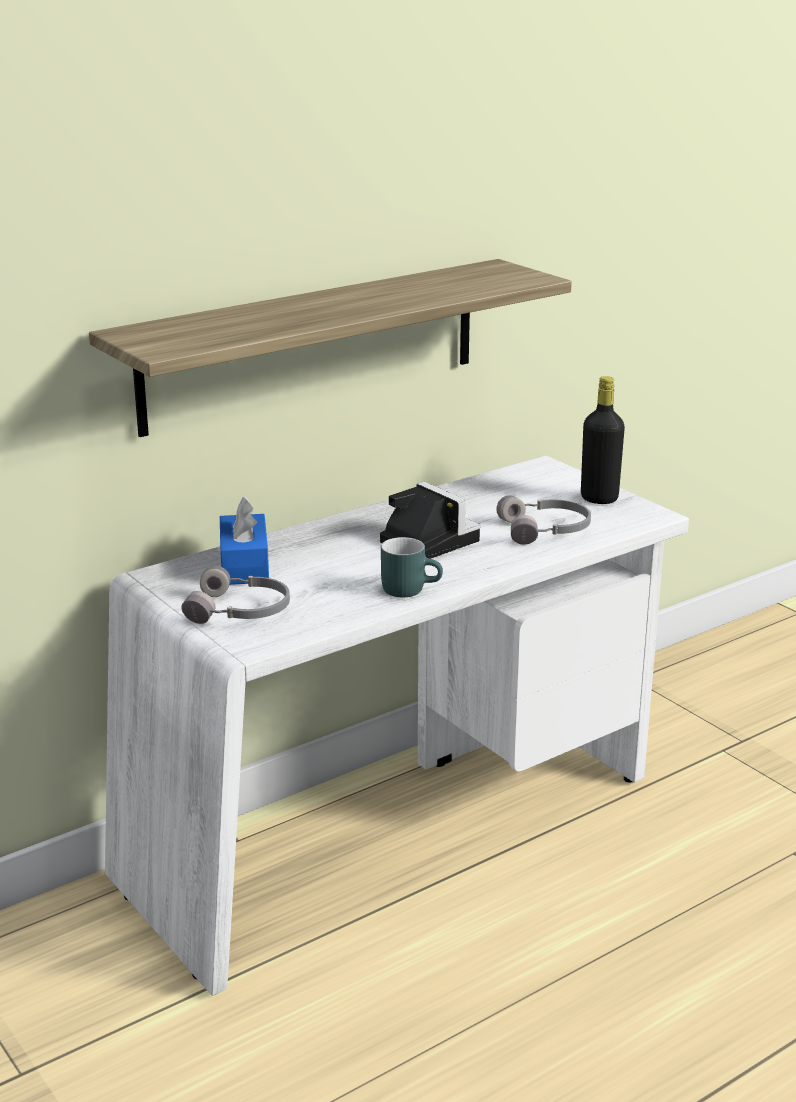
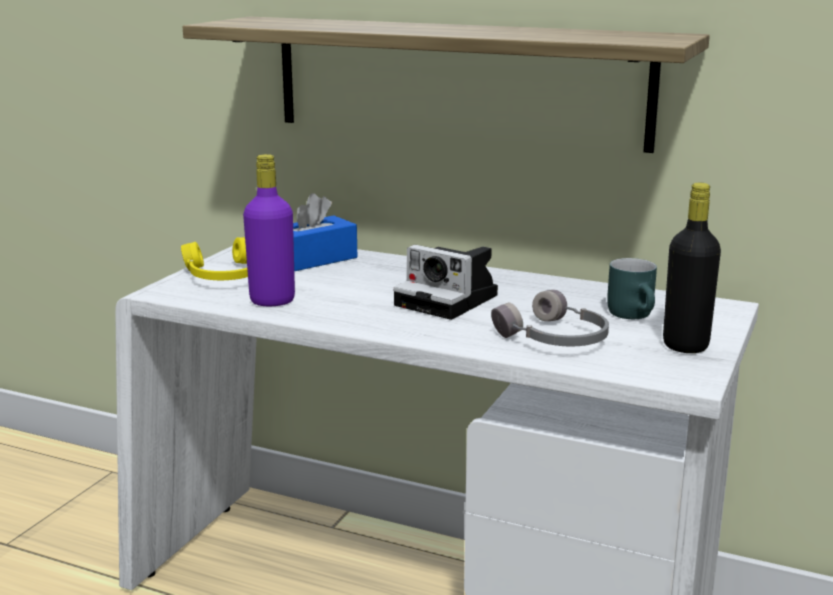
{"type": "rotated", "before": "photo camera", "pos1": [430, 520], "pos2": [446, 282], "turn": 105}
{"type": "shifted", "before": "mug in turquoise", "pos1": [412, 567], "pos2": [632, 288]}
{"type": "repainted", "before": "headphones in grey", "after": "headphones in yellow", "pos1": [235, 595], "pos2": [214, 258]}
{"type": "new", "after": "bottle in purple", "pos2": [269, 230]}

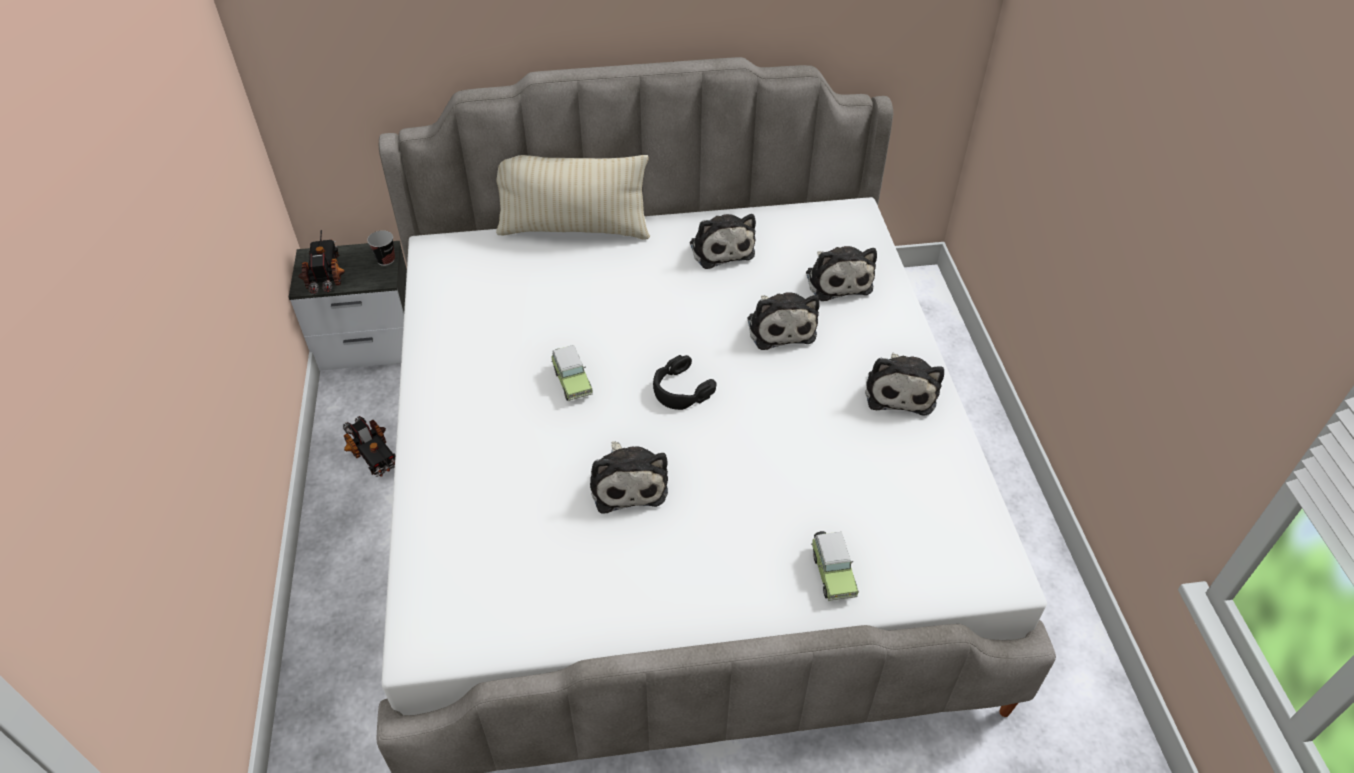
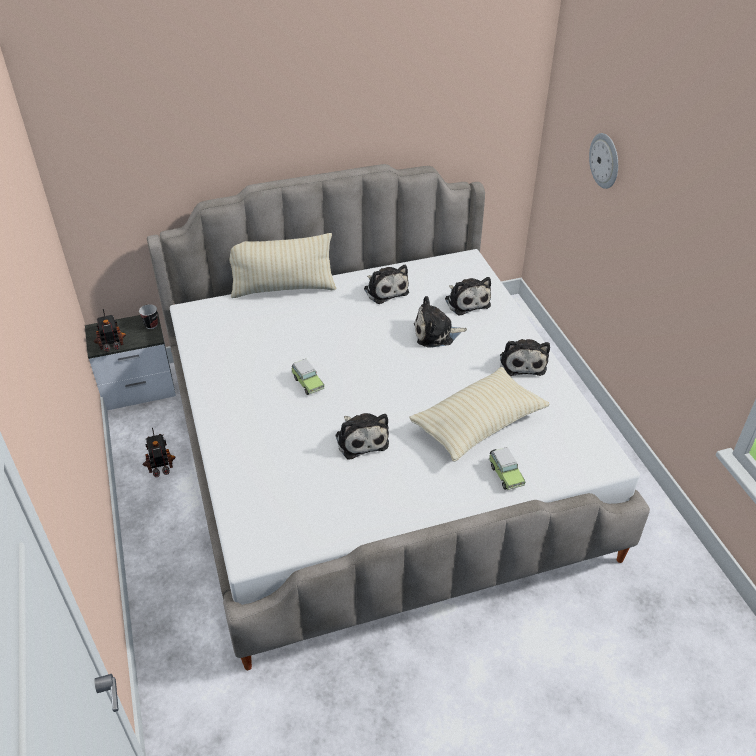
{"type": "rotated", "before": "plush toy", "pos1": [784, 321], "pos2": [440, 322], "turn": 105}
{"type": "gone", "before": "headphones in black", "pos1": [685, 382]}
{"type": "rotated", "before": "toy truck", "pos1": [369, 446], "pos2": [159, 452], "turn": -150}
{"type": "new", "after": "wall clock", "pos2": [603, 161]}
{"type": "new", "after": "pillow in beige", "pos2": [479, 414]}

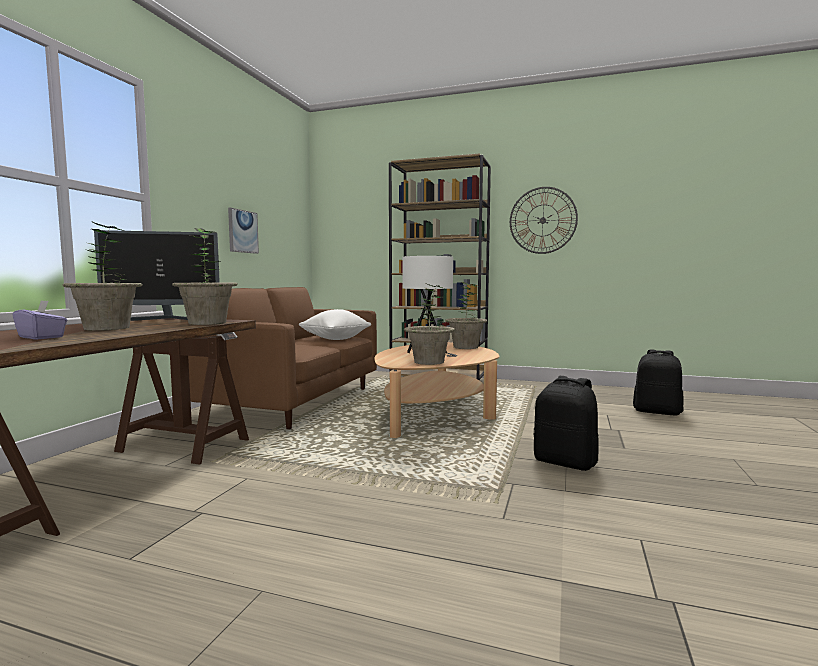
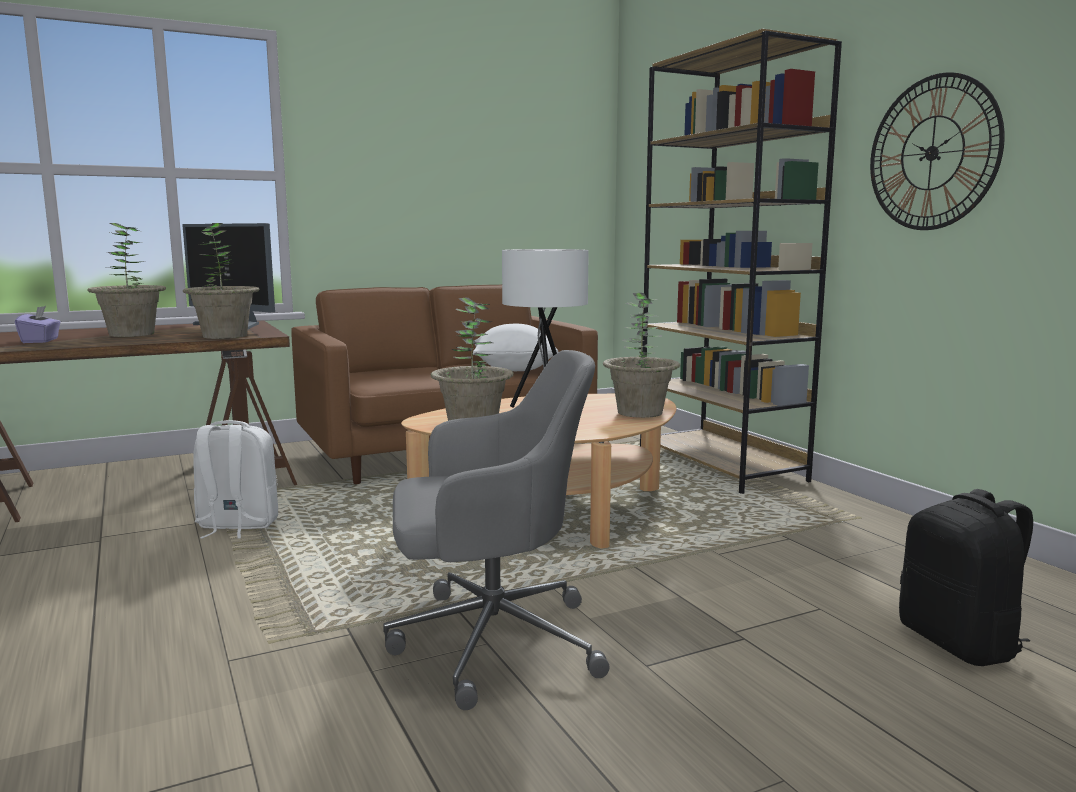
{"type": "gone", "before": "picture", "pos1": [243, 231]}
{"type": "swapped", "before": "backpack in black", "after": "office chair in grey", "pos1": [566, 423], "pos2": [496, 530]}
{"type": "new", "after": "backpack in white", "pos2": [235, 479]}

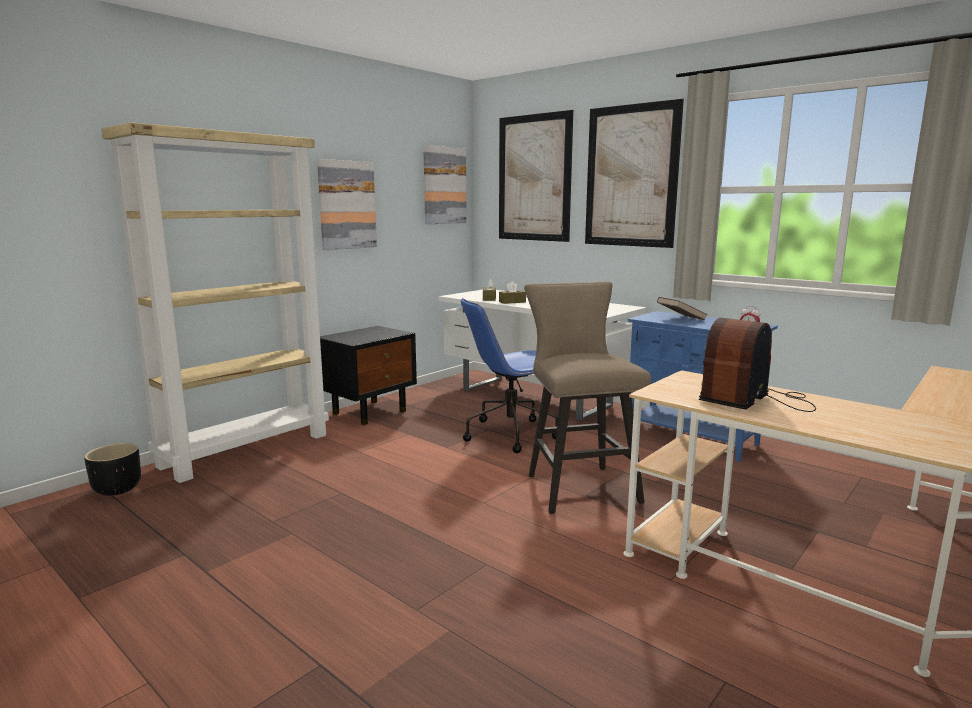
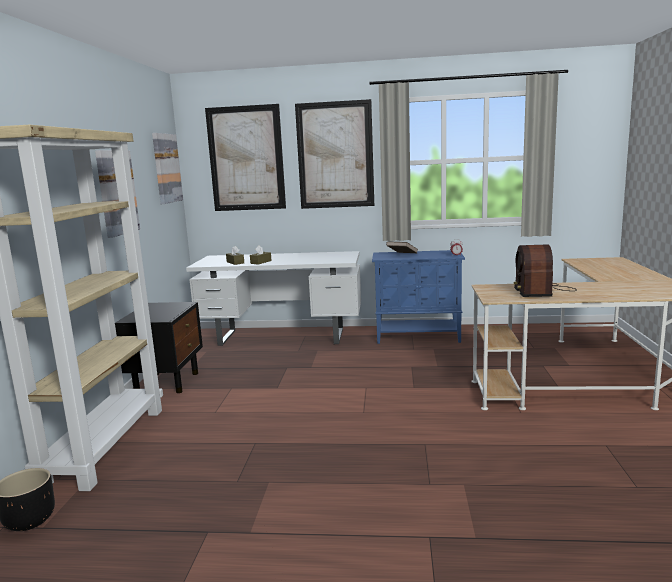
{"type": "gone", "before": "stool in beige", "pos1": [587, 398]}
{"type": "gone", "before": "office chair in blue", "pos1": [509, 375]}

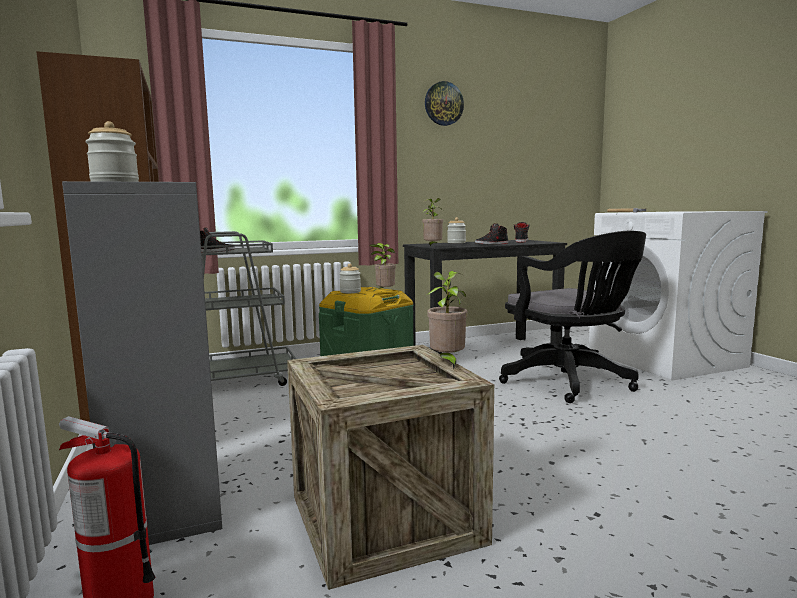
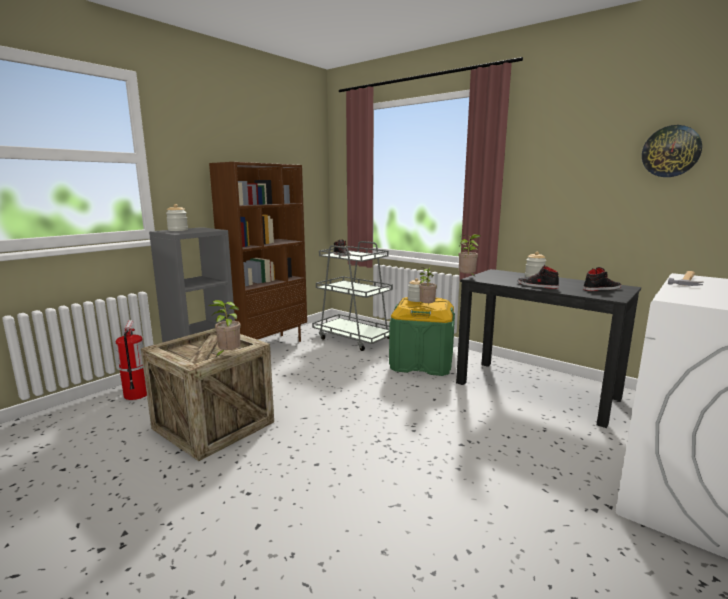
{"type": "shifted", "before": "wall clock", "pos1": [444, 103], "pos2": [672, 151]}
{"type": "gone", "before": "office chair in black", "pos1": [572, 317]}

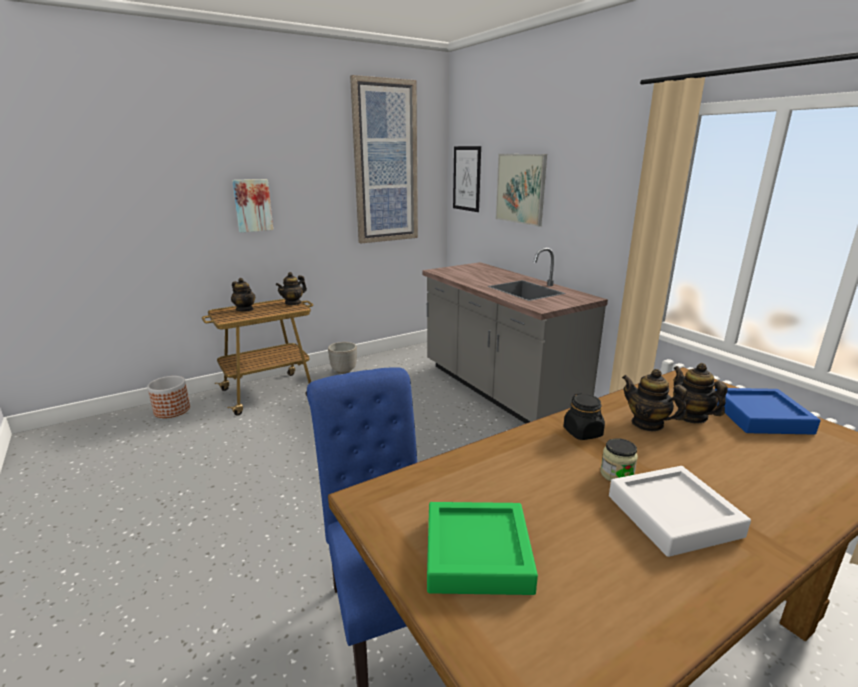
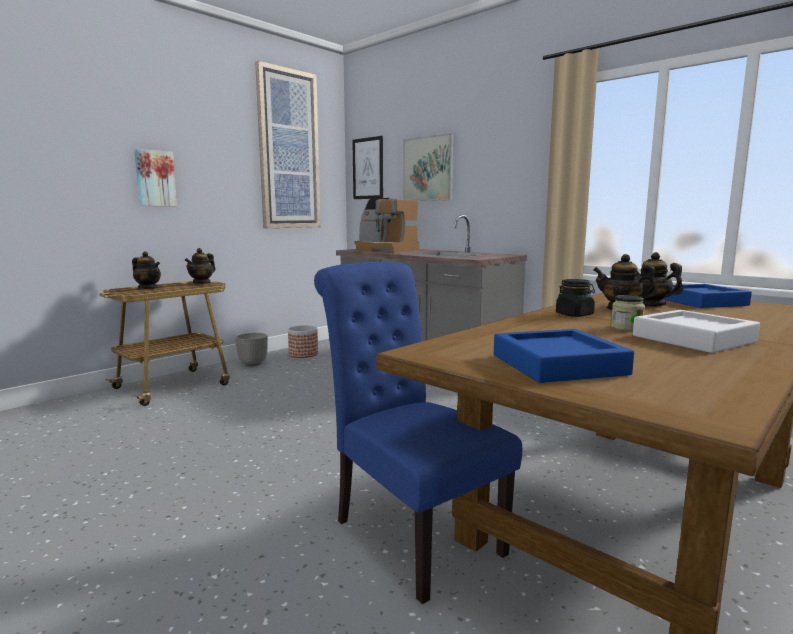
{"type": "shifted", "before": "planter", "pos1": [168, 397], "pos2": [303, 341]}
{"type": "repainted", "before": "tray in green", "after": "tray in blue", "pos1": [482, 548], "pos2": [564, 356]}
{"type": "new", "after": "coffee machine", "pos2": [387, 225]}

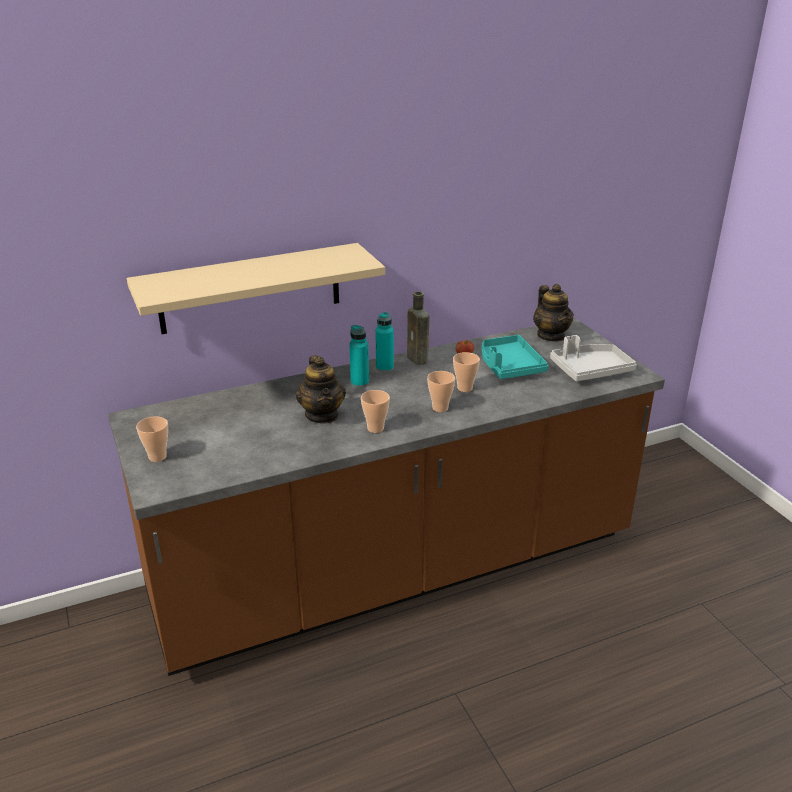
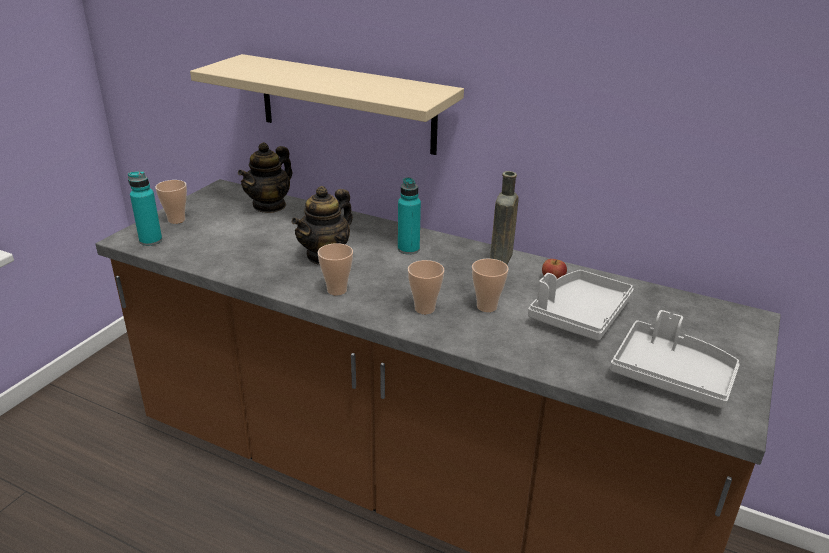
{"type": "shifted", "before": "teapot", "pos1": [553, 313], "pos2": [265, 177]}
{"type": "shifted", "before": "bottle in turquoise", "pos1": [384, 342], "pos2": [145, 208]}
{"type": "repainted", "before": "tray in turquoise", "after": "tray in grey", "pos1": [515, 357], "pos2": [581, 305]}

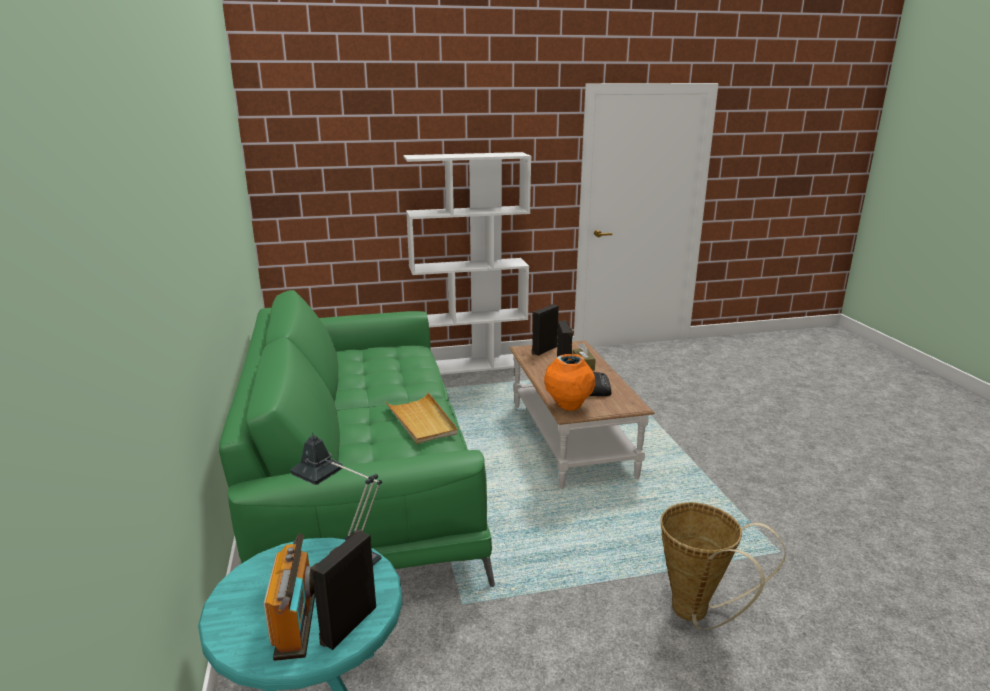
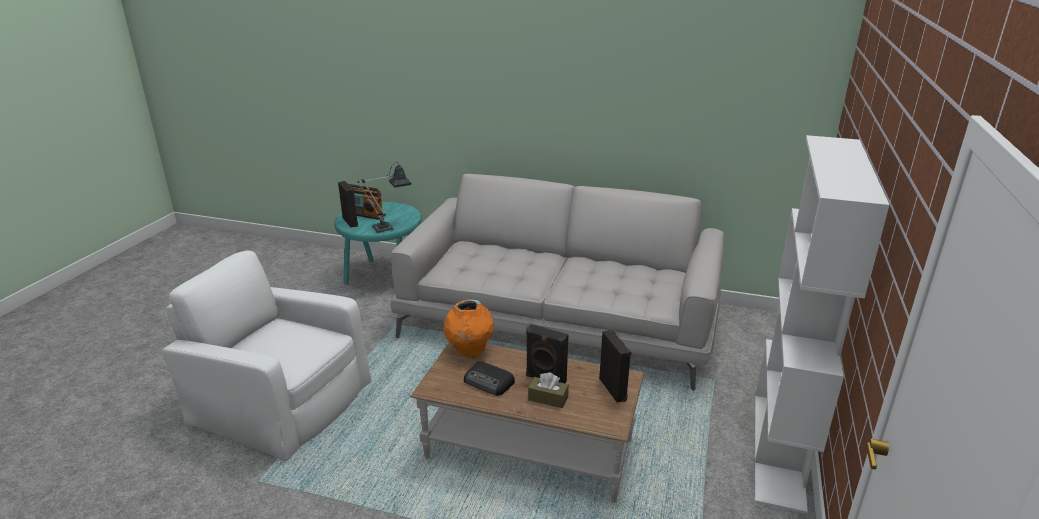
{"type": "repainted", "before": "sofa in green", "after": "sofa in grey", "pos1": [357, 438], "pos2": [557, 282]}
{"type": "gone", "before": "tray in beige", "pos1": [421, 418]}
{"type": "swapped", "before": "basket", "after": "armchair in white", "pos1": [723, 566], "pos2": [267, 356]}

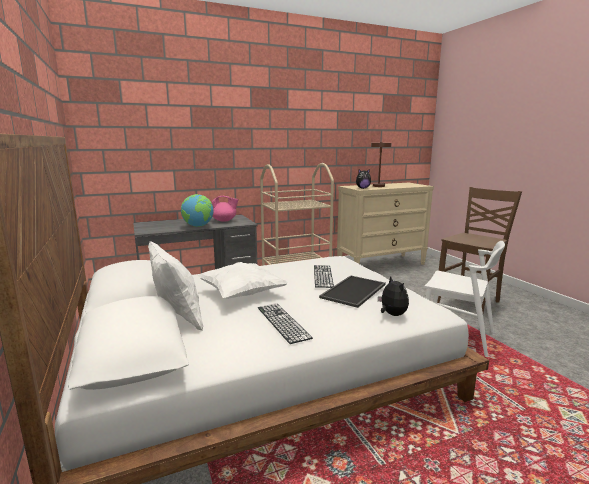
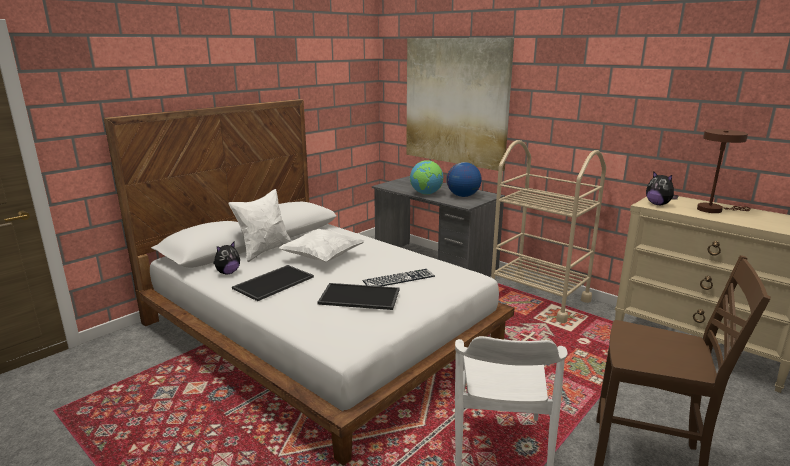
{"type": "swapped", "before": "teapot in pink", "after": "globe", "pos1": [225, 208], "pos2": [464, 179]}
{"type": "shifted", "before": "plush toy", "pos1": [393, 296], "pos2": [226, 258]}
{"type": "swapped", "before": "keyboard", "after": "tray", "pos1": [285, 323], "pos2": [273, 283]}
{"type": "new", "after": "picture", "pos2": [460, 104]}

